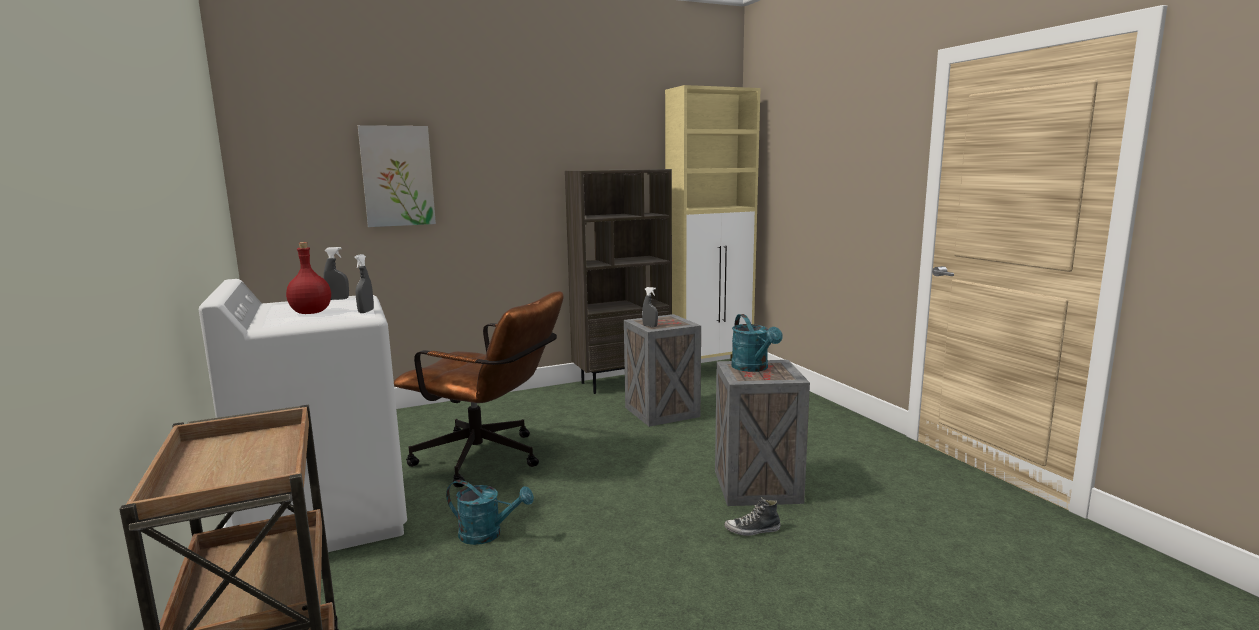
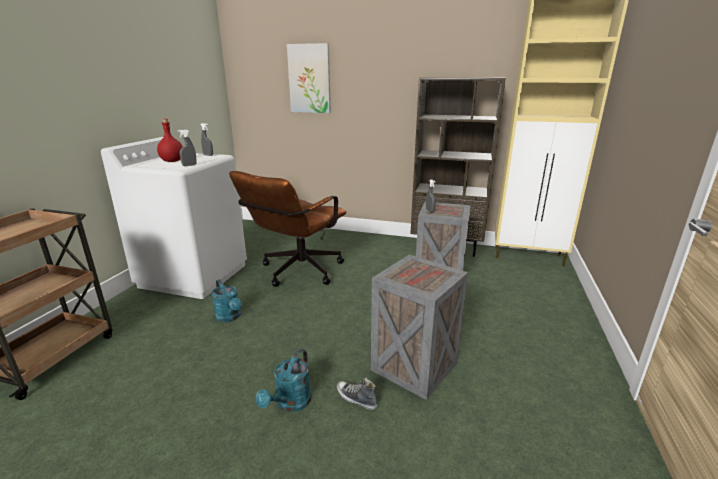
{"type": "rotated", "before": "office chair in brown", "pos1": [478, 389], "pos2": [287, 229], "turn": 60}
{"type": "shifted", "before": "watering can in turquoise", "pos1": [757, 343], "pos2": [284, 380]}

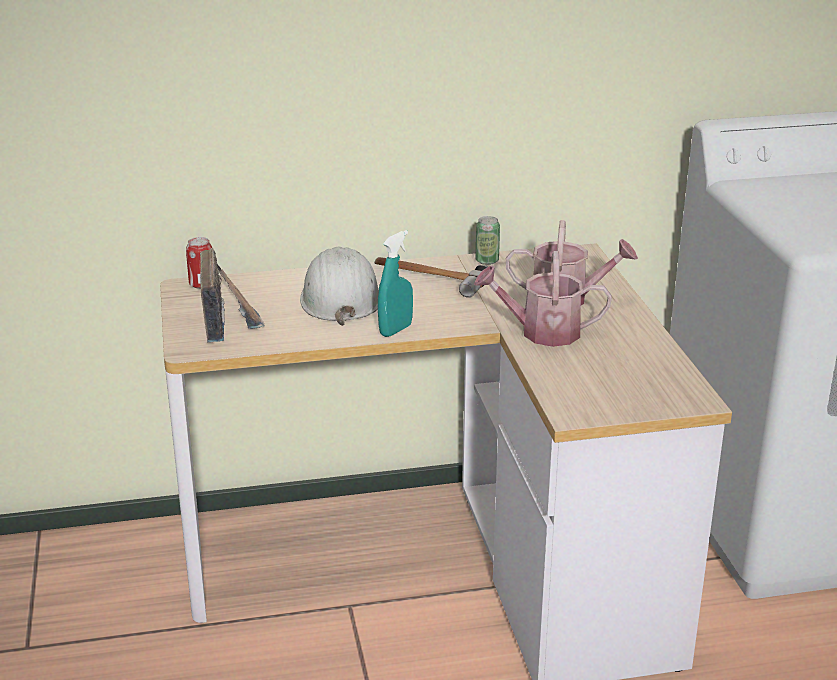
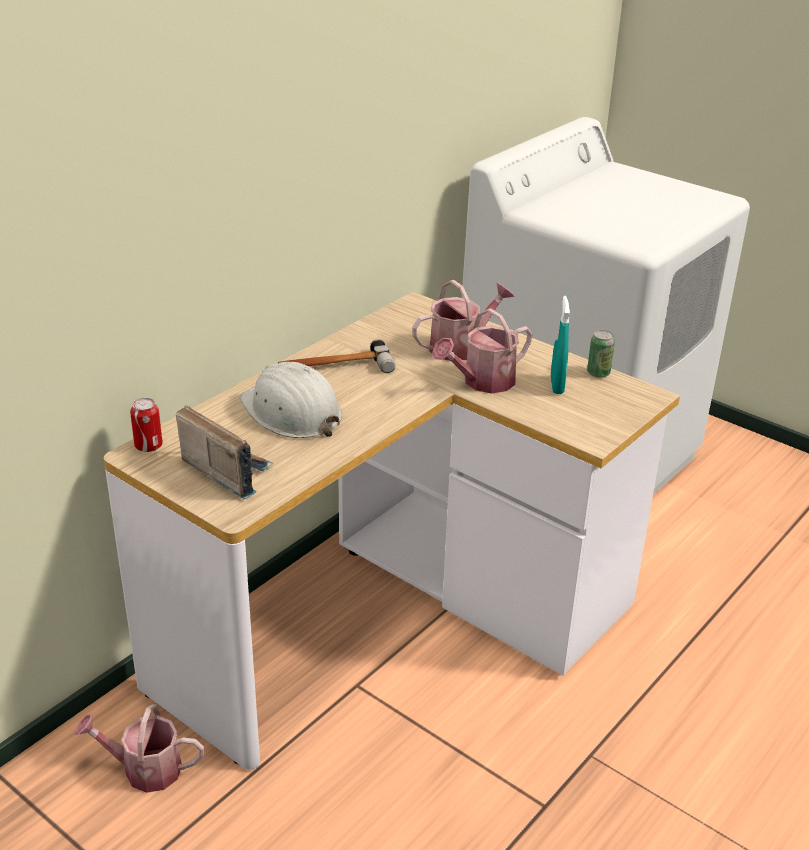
{"type": "shifted", "before": "can", "pos1": [487, 240], "pos2": [601, 354]}
{"type": "shifted", "before": "spray bottle in turquoise", "pos1": [395, 283], "pos2": [560, 345]}
{"type": "new", "after": "watering can", "pos2": [139, 748]}

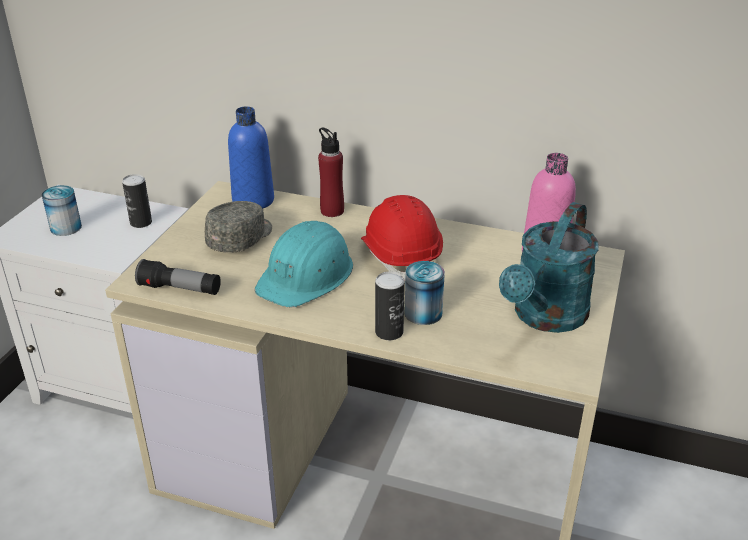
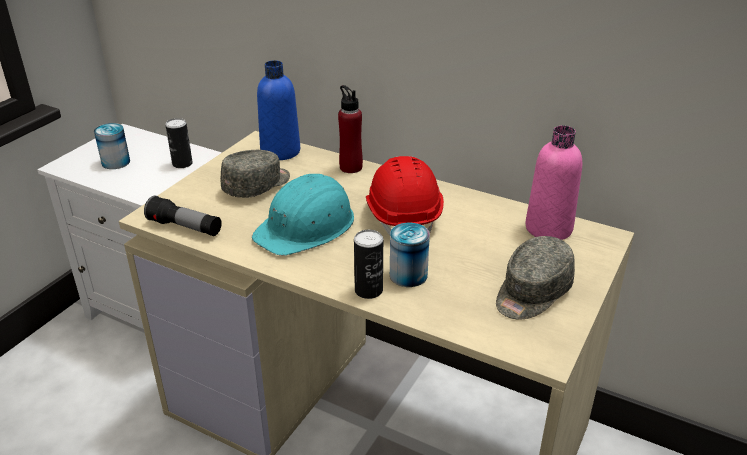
{"type": "swapped", "before": "watering can in turquoise", "after": "cap in grey", "pos1": [549, 267], "pos2": [535, 278]}

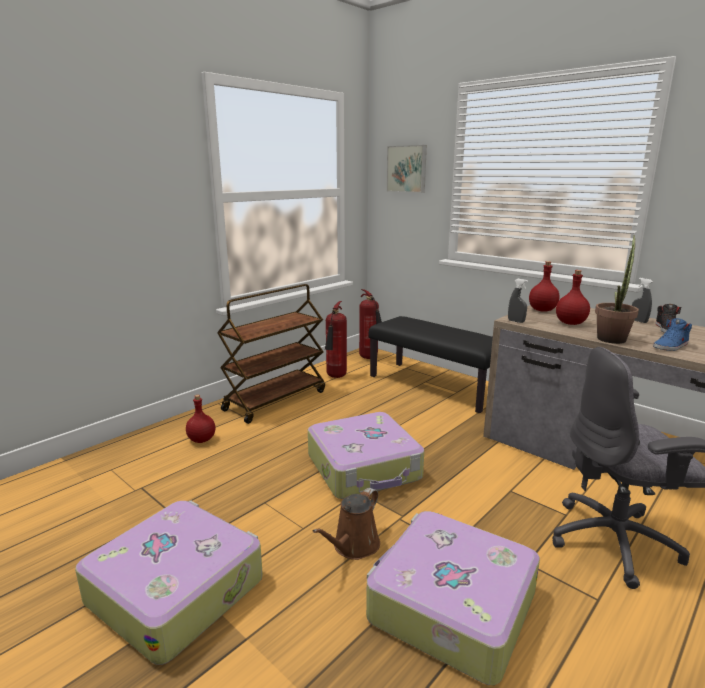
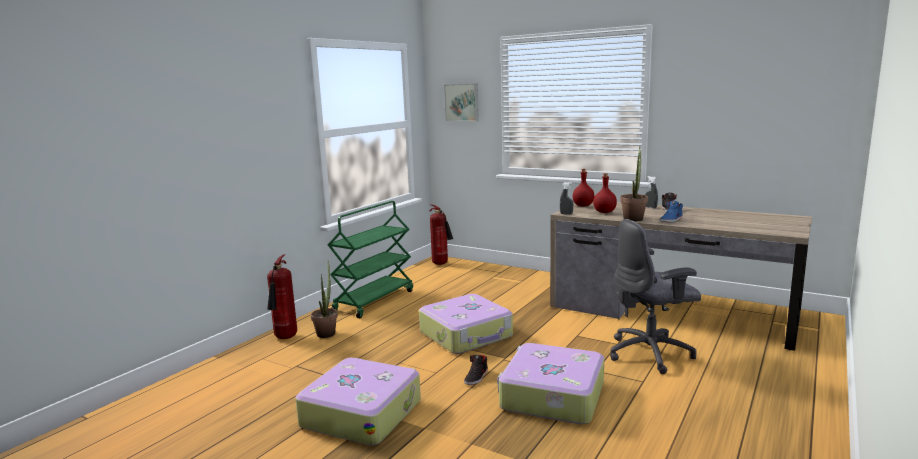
{"type": "repainted", "before": "cart in brown", "after": "cart in green", "pos1": [271, 354], "pos2": [370, 259]}
{"type": "shifted", "before": "fire extinguisher", "pos1": [336, 339], "pos2": [282, 296]}
{"type": "gone", "before": "bench in black", "pos1": [431, 364]}
{"type": "swapped", "before": "bottle in red", "after": "potted plant", "pos1": [200, 419], "pos2": [324, 299]}
{"type": "swapped", "before": "watering can in brown", "after": "shoe in black", "pos1": [346, 524], "pos2": [476, 370]}

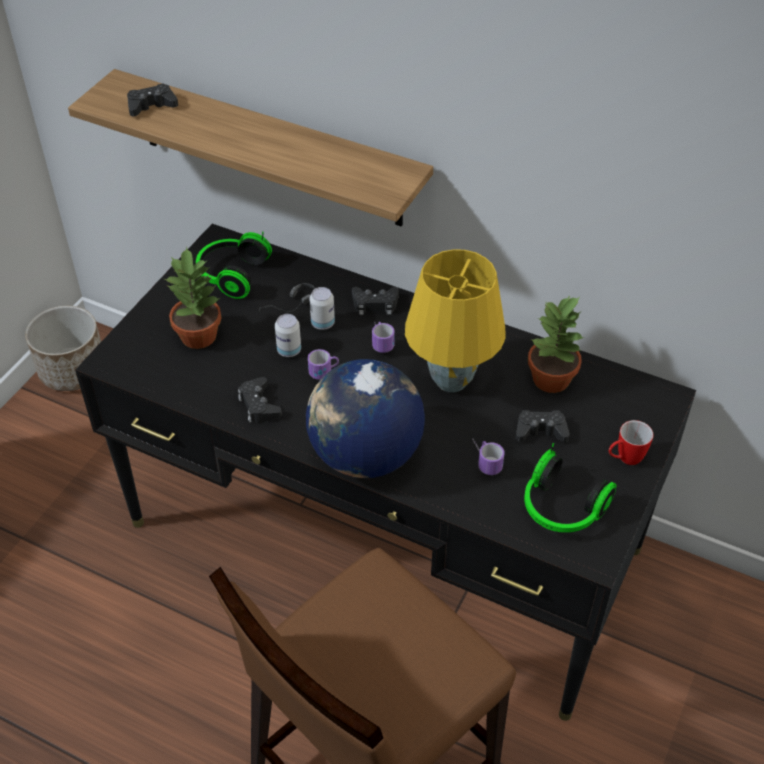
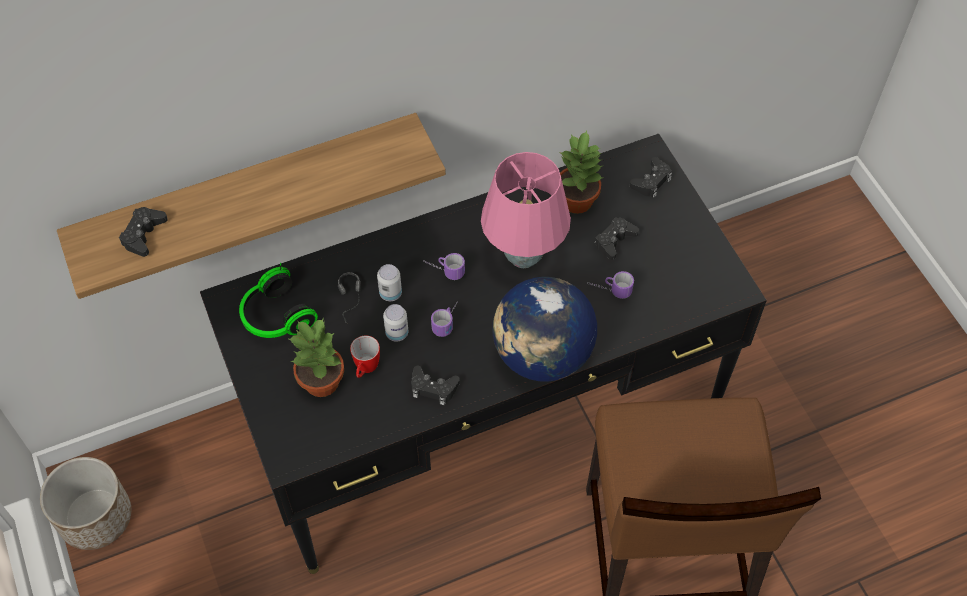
{"type": "repainted", "before": "table lamp in yellow", "after": "table lamp in pink", "pos1": [455, 320], "pos2": [526, 210]}
{"type": "shifted", "before": "game controller in black", "pos1": [375, 301], "pos2": [651, 177]}
{"type": "shifted", "before": "mug", "pos1": [631, 442], "pos2": [365, 357]}
{"type": "gone", "before": "headphones", "pos1": [570, 488]}

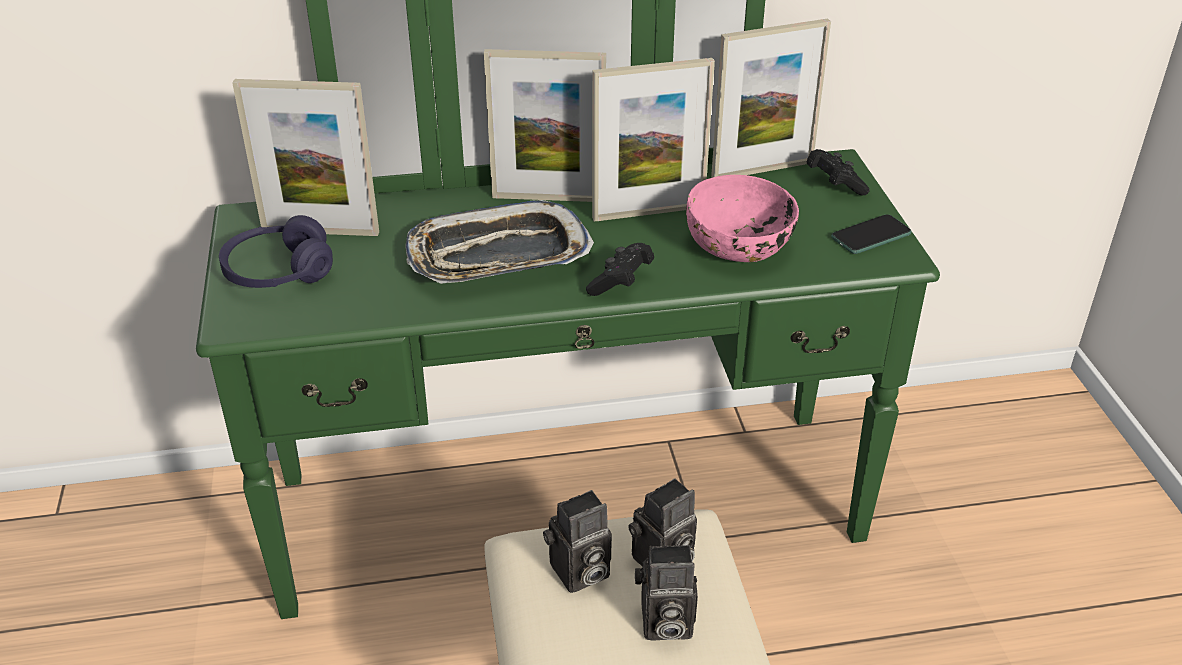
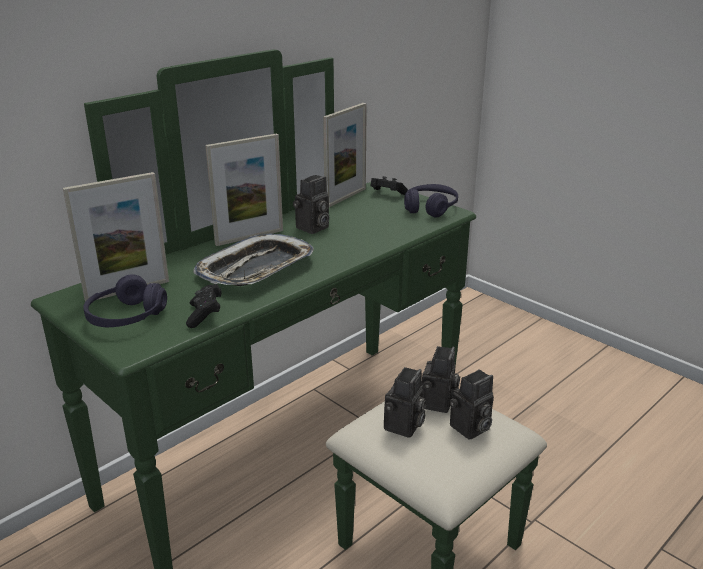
{"type": "swapped", "before": "picture frame", "after": "photo camera", "pos1": [653, 140], "pos2": [311, 204]}
{"type": "gone", "before": "bowl in pink", "pos1": [742, 218]}
{"type": "swapped", "before": "phone", "after": "headphones in purple", "pos1": [871, 234], "pos2": [431, 201]}
{"type": "shifted", "before": "game controller in black", "pos1": [620, 269], "pos2": [204, 306]}

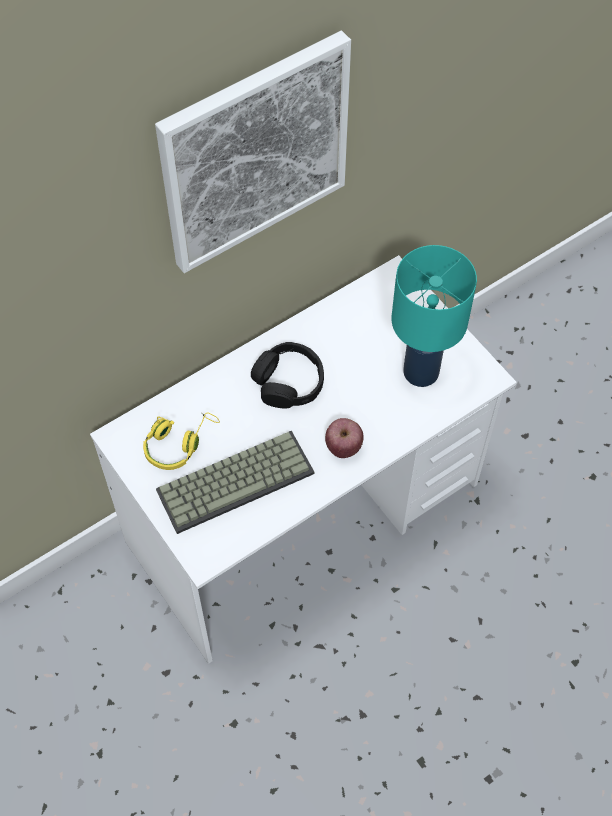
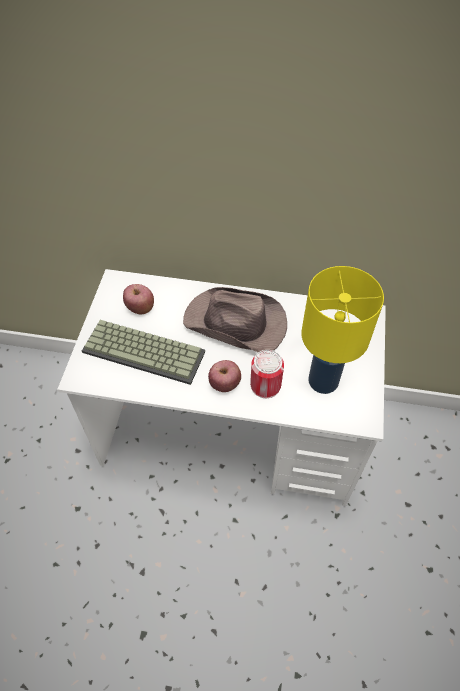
{"type": "gone", "before": "picture", "pos1": [253, 152]}
{"type": "repainted", "before": "table lamp in turquoise", "after": "table lamp in yellow", "pos1": [434, 316], "pos2": [342, 330]}
{"type": "swapped", "before": "headphones in black", "after": "hat in brown", "pos1": [287, 375], "pos2": [235, 320]}
{"type": "swapped", "before": "headphones in yellow", "after": "apple", "pos1": [181, 441], "pos2": [138, 299]}
{"type": "new", "after": "can", "pos2": [267, 374]}

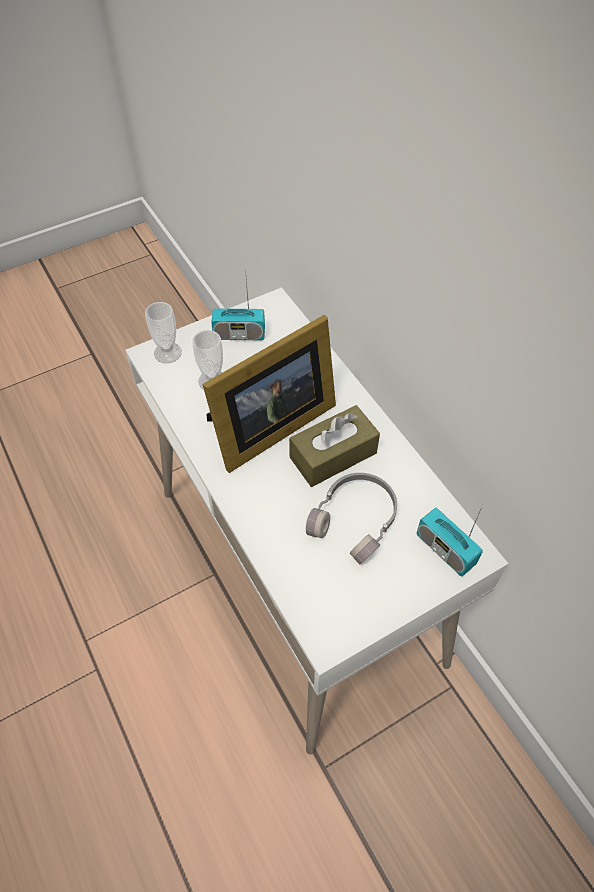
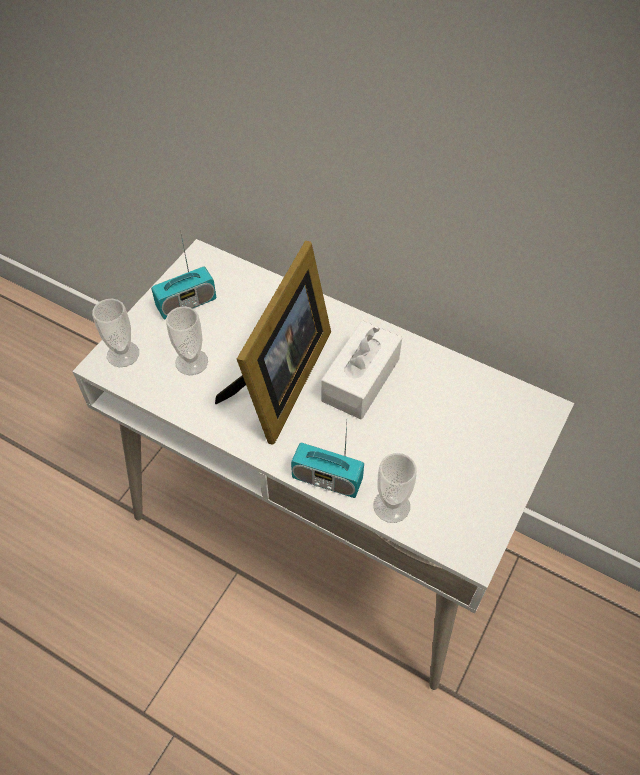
{"type": "repainted", "before": "tissue box in brown", "after": "tissue box in white", "pos1": [334, 446], "pos2": [361, 369]}
{"type": "gone", "before": "headphones in grey", "pos1": [351, 518]}
{"type": "shifted", "before": "radio", "pos1": [450, 541], "pos2": [327, 461]}
{"type": "new", "after": "cup", "pos2": [395, 488]}

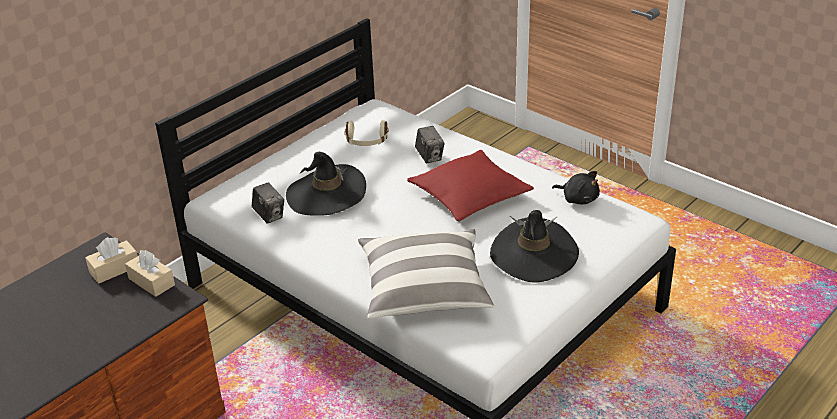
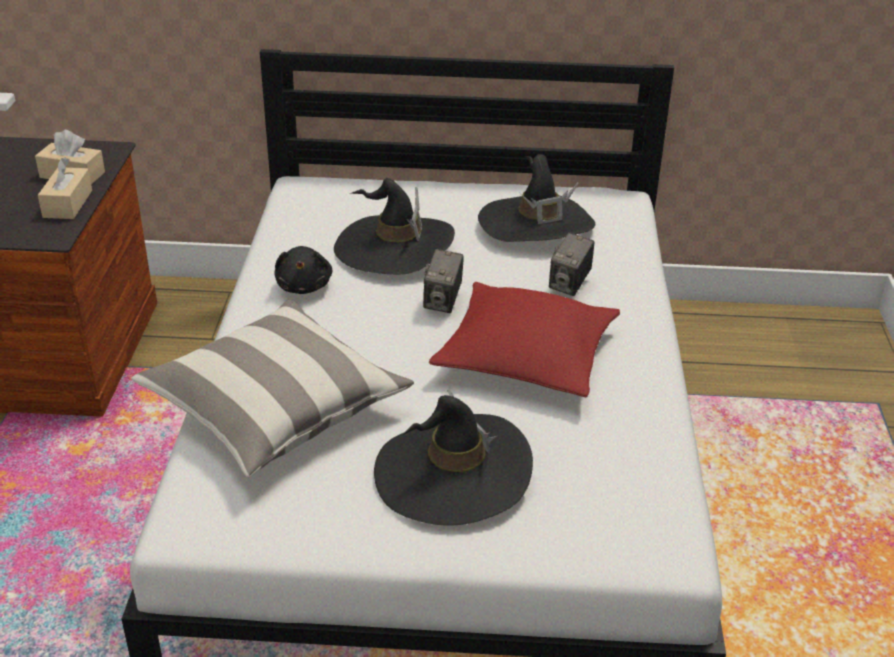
{"type": "swapped", "before": "headphones in beige", "after": "hat in black", "pos1": [367, 133], "pos2": [536, 198]}
{"type": "shifted", "before": "plush toy in black", "pos1": [576, 187], "pos2": [303, 270]}
{"type": "shifted", "before": "photo camera", "pos1": [268, 203], "pos2": [443, 281]}

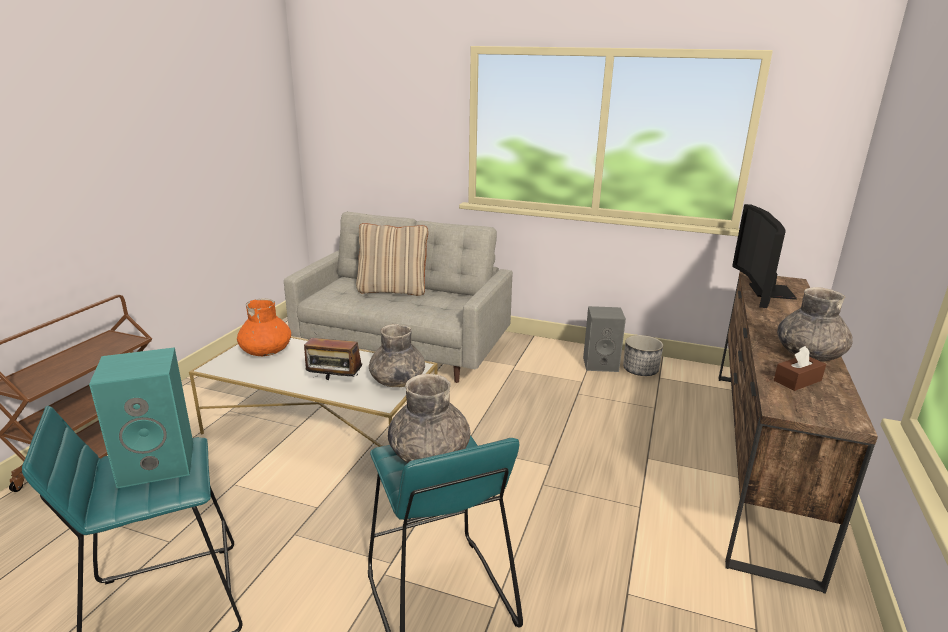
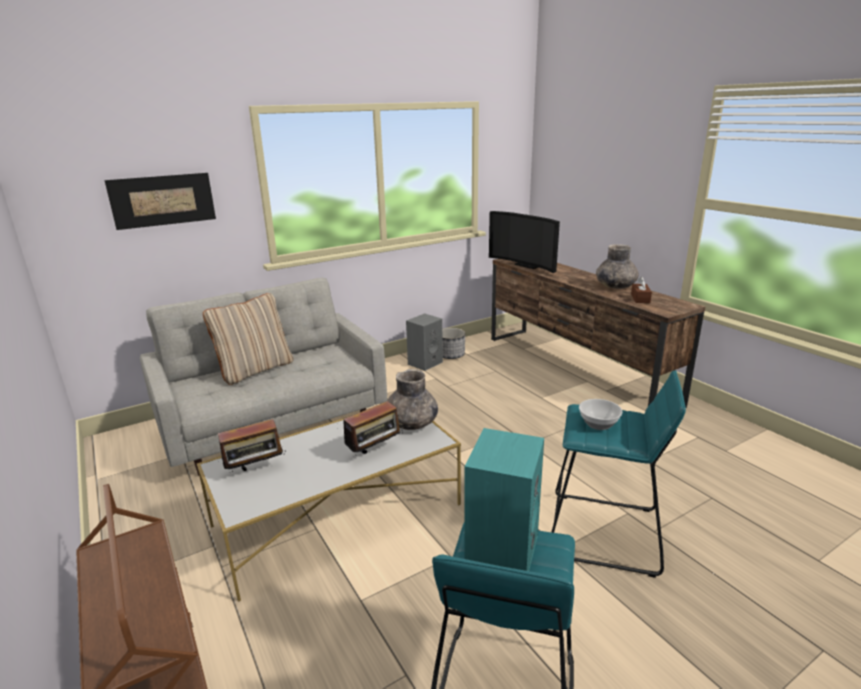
{"type": "swapped", "before": "vase in orange", "after": "radio", "pos1": [264, 327], "pos2": [252, 446]}
{"type": "swapped", "before": "vase in grey", "after": "bowl", "pos1": [429, 418], "pos2": [601, 414]}
{"type": "new", "after": "picture", "pos2": [160, 201]}

